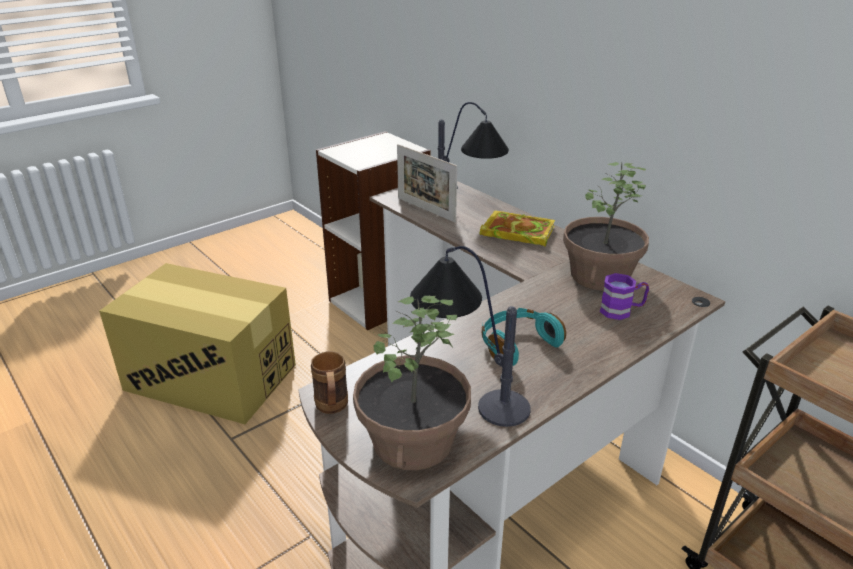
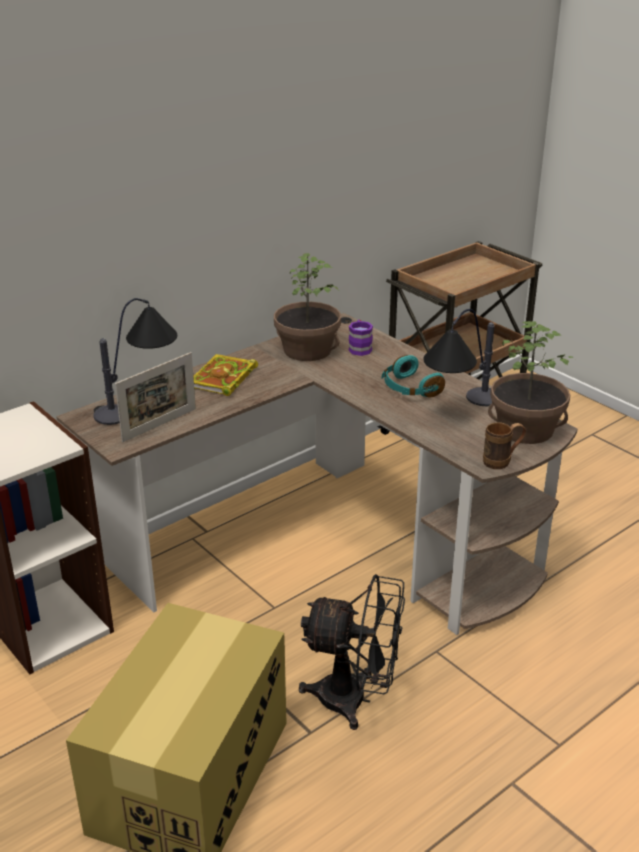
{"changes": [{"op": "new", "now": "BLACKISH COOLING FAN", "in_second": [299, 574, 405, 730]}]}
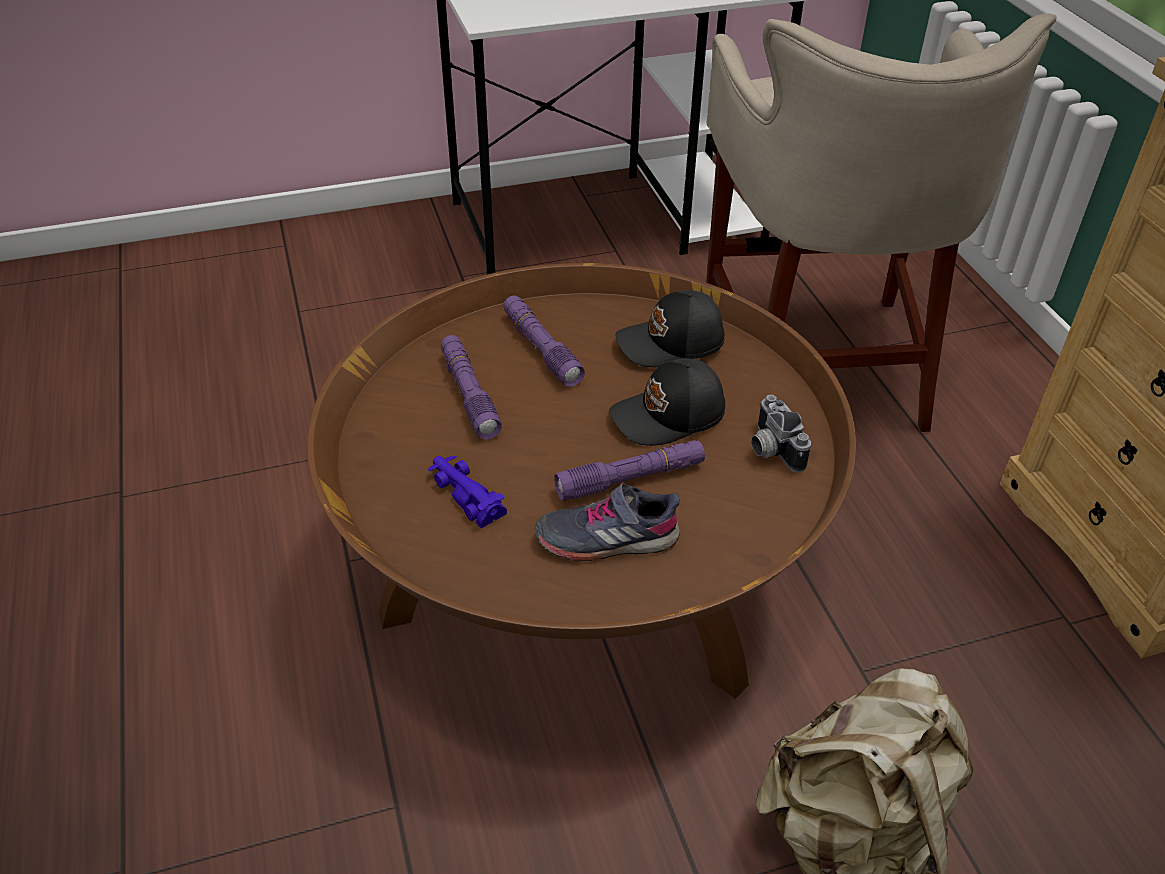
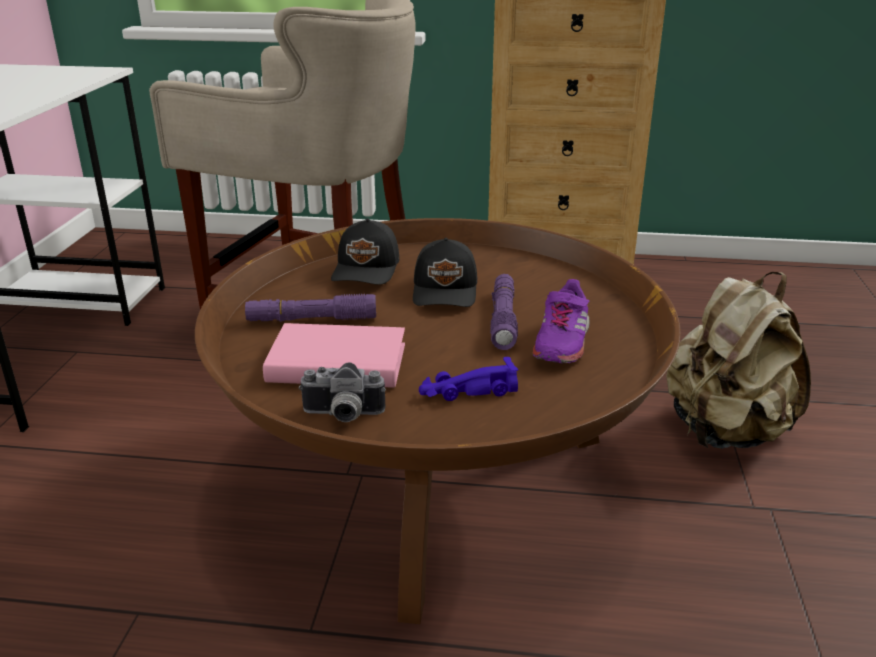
{"changes": [{"op": "swapped", "was": "PURPLE HAND TORCH", "now": "PINK BOUND BOOK", "in_first": [441, 335, 502, 439], "in_second": [263, 323, 405, 387]}, {"op": "shifted", "was": "STILL CAMERA", "in_first": [751, 394, 811, 473], "in_second": [299, 362, 386, 422]}, {"op": "repainted", "was": "GRAY ITEM OF FOOTWEAR", "now": "PURPLE ITEM OF FOOTWEAR", "in_first": [535, 483, 680, 561], "in_second": [532, 279, 590, 363]}]}
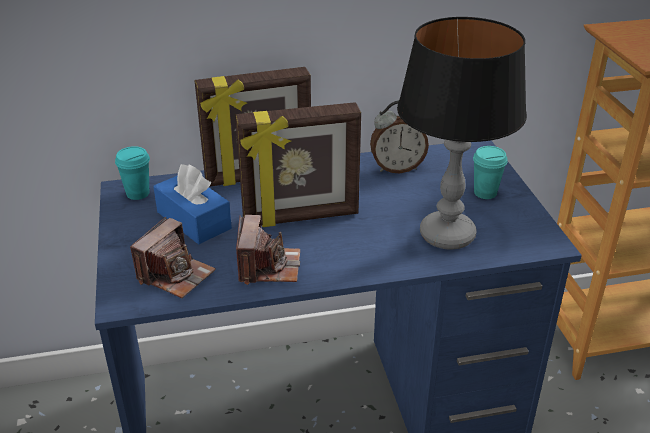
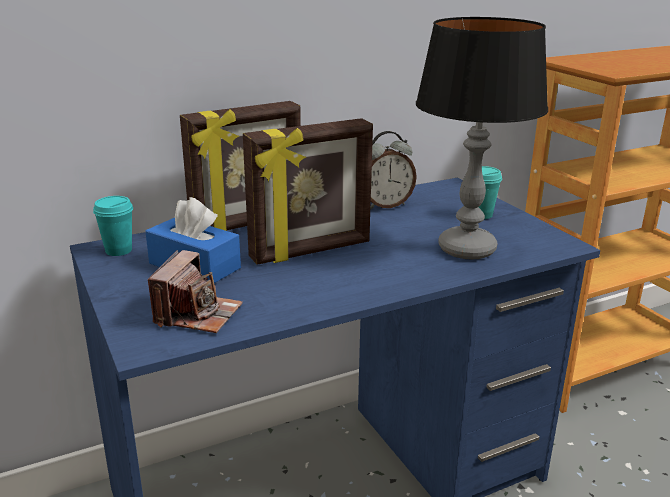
{"changes": [{"op": "gone", "was": "STILL CAMERA", "in_first": [236, 215, 300, 285]}]}
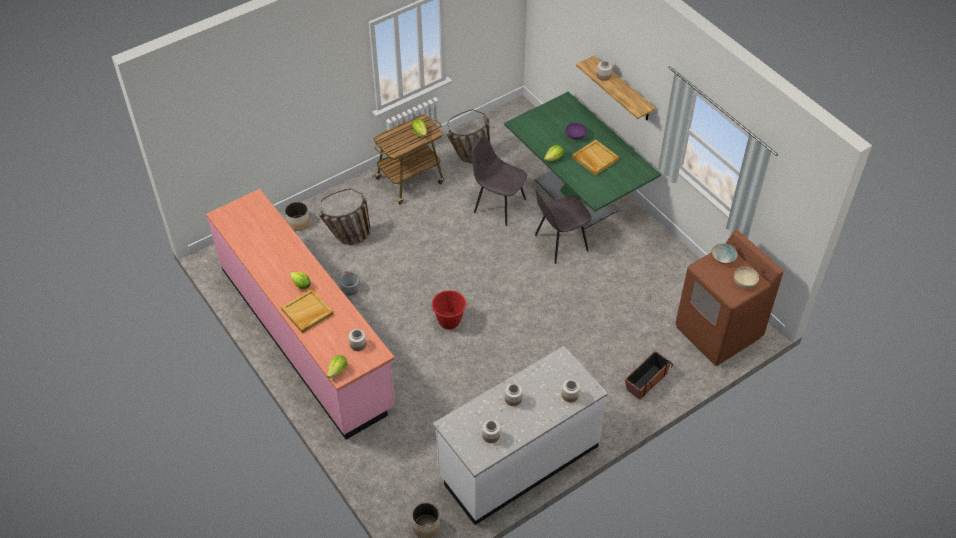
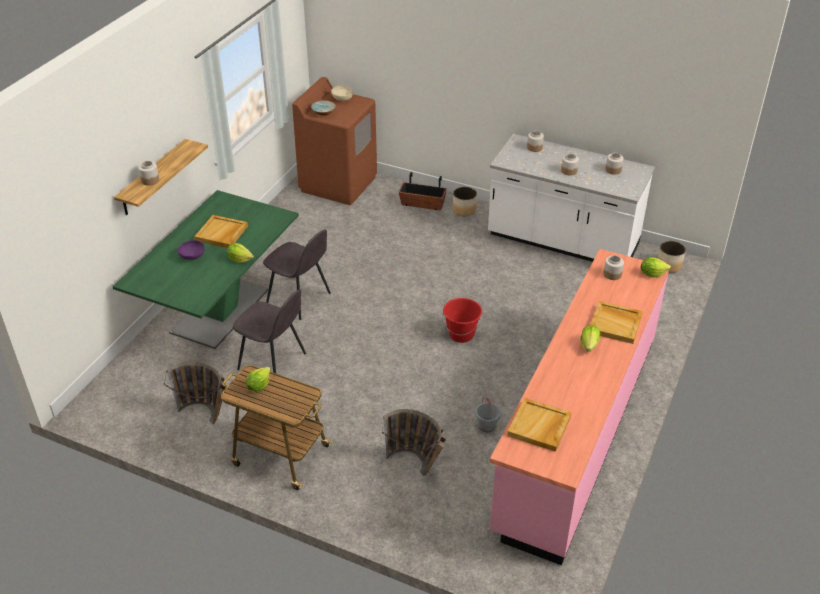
{"changes": [{"op": "rotated", "was": "GRAY UPRIGHT CHAIR", "in_first": [472, 135, 527, 226], "in_second": [233, 289, 306, 373], "clockwise": -60}, {"op": "shifted", "was": "PLANTER", "in_first": [285, 202, 310, 231], "in_second": [453, 187, 477, 216]}, {"op": "new", "now": "BEIGE SERVING TRAY", "in_second": [507, 398, 571, 452]}]}
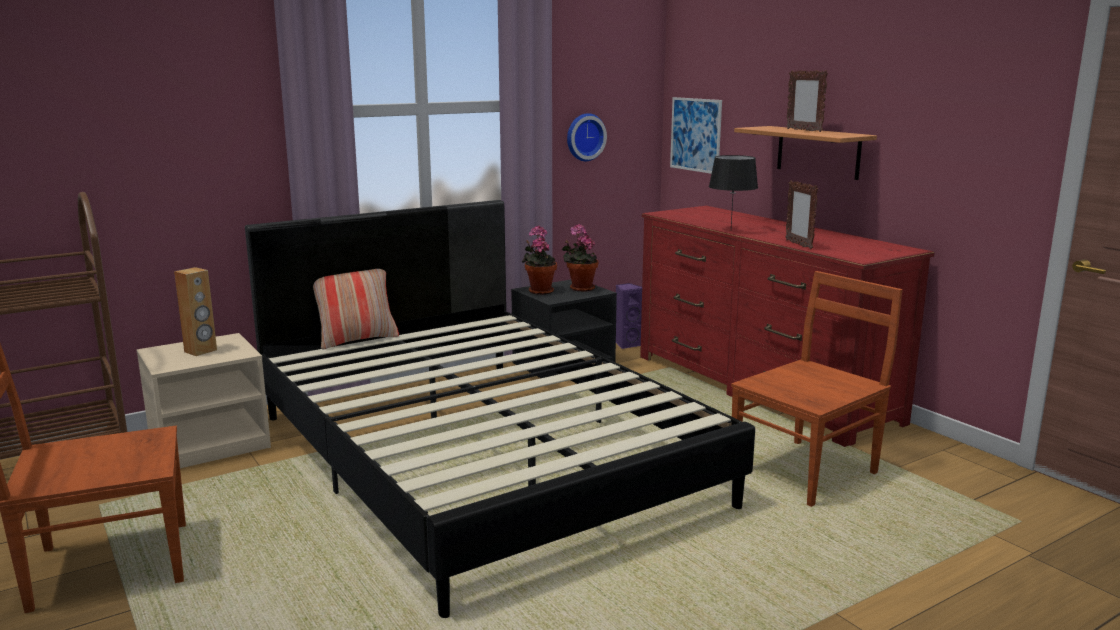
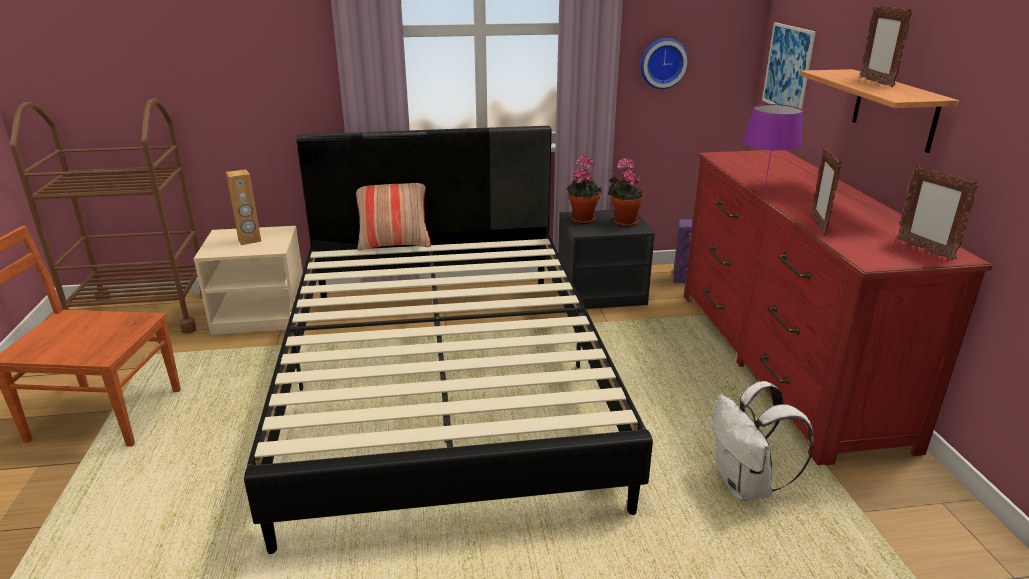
{"changes": [{"op": "swapped", "was": "BROWNISH UPRIGHT CHAIR", "now": "WHITE BACKPACK", "in_first": [731, 271, 903, 507], "in_second": [712, 381, 814, 501]}, {"op": "repainted", "was": "BLACKISH TABLETOP LAMP", "now": "PURPLE TABLETOP LAMP", "in_first": [709, 155, 758, 227], "in_second": [743, 104, 803, 191]}, {"op": "new", "now": "PICTURE FRAME", "in_second": [897, 166, 979, 261]}]}
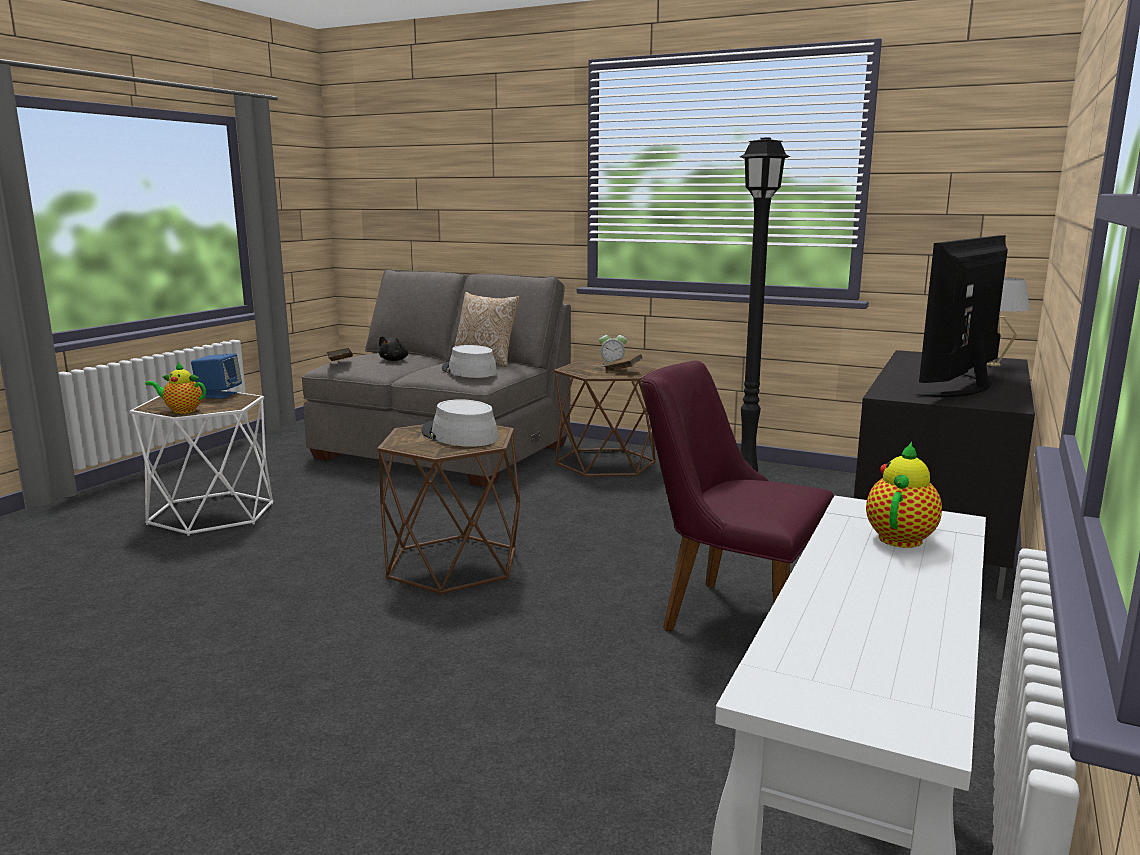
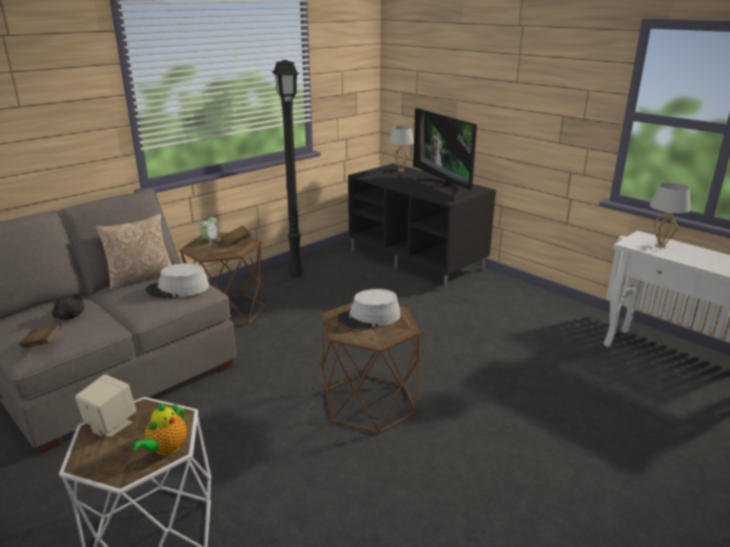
{"changes": [{"op": "repainted", "was": "BLUE LOUDSPEAKER", "now": "BEIGE LOUDSPEAKER", "in_first": [191, 353, 242, 399], "in_second": [75, 374, 136, 437]}, {"op": "swapped", "was": "TEA POT", "now": "WHITE TABLETOP LAMP", "in_first": [866, 442, 942, 548], "in_second": [649, 183, 691, 248]}, {"op": "gone", "was": "PURPLE UPRIGHT CHAIR", "in_first": [641, 361, 834, 631]}]}
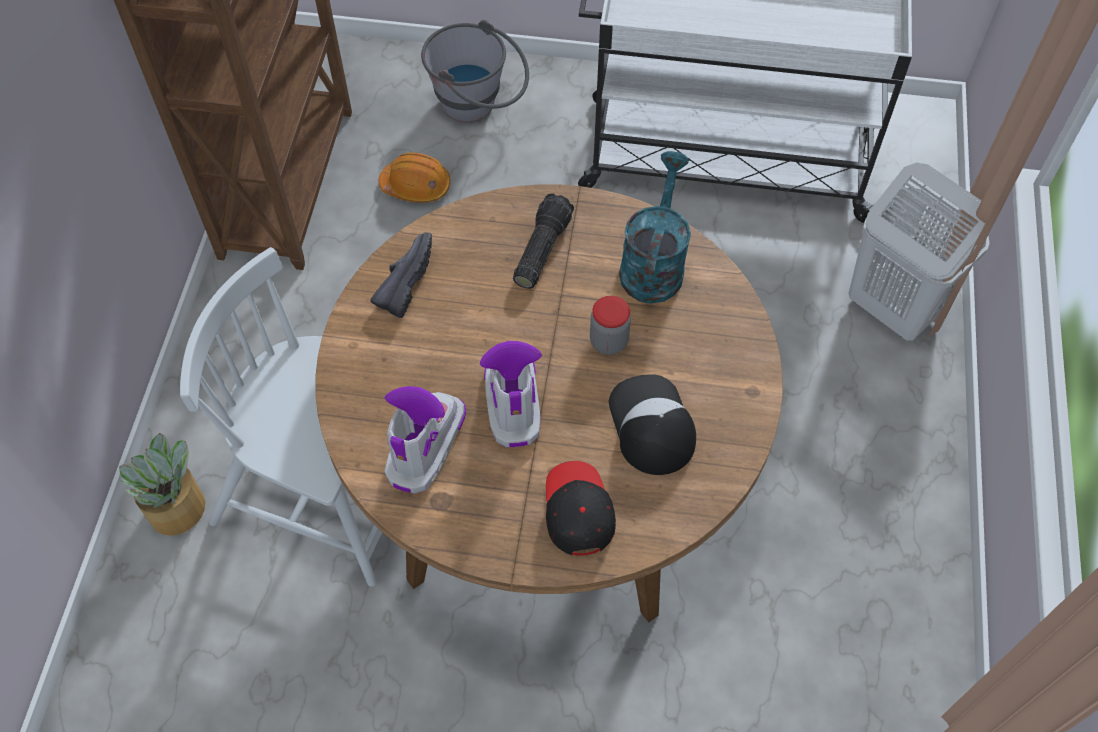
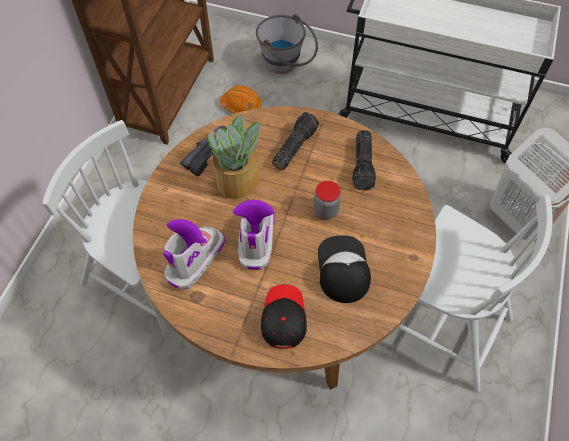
{"changes": [{"op": "shifted", "was": "PLANT IN A POT", "in_first": [119, 433, 205, 536], "in_second": [208, 114, 261, 199]}, {"op": "swapped", "was": "TURQUOISE SPRINKLING CAN", "now": "HAND TORCH", "in_first": [619, 151, 691, 304], "in_second": [352, 130, 376, 191]}, {"op": "new", "now": "WHITE UPRIGHT CHAIR", "in_second": [398, 195, 553, 392]}]}
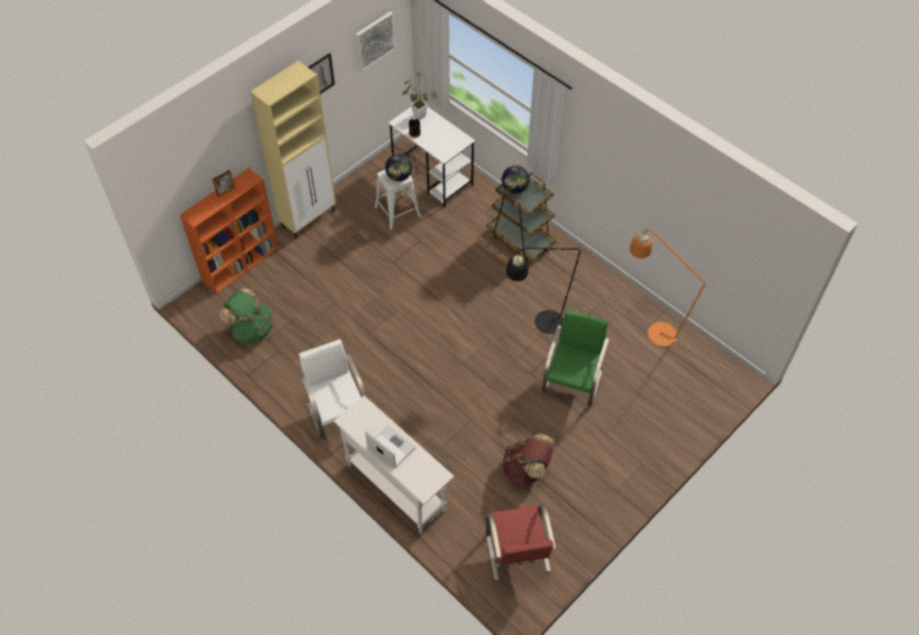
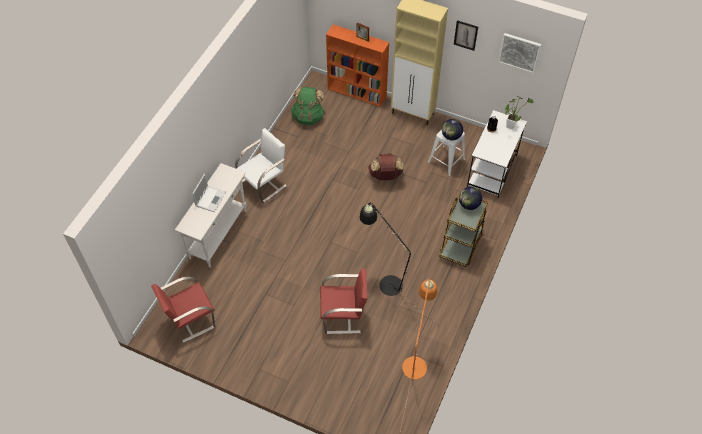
{"changes": [{"op": "repainted", "was": "GREEN-COLOURED UPRIGHT CHAIR", "now": "RED-COLOURED UPRIGHT CHAIR", "in_first": [542, 309, 609, 406], "in_second": [320, 268, 368, 334]}, {"op": "shifted", "was": "BROWNISH BACKPACK", "in_first": [502, 434, 553, 487], "in_second": [368, 153, 404, 180]}]}
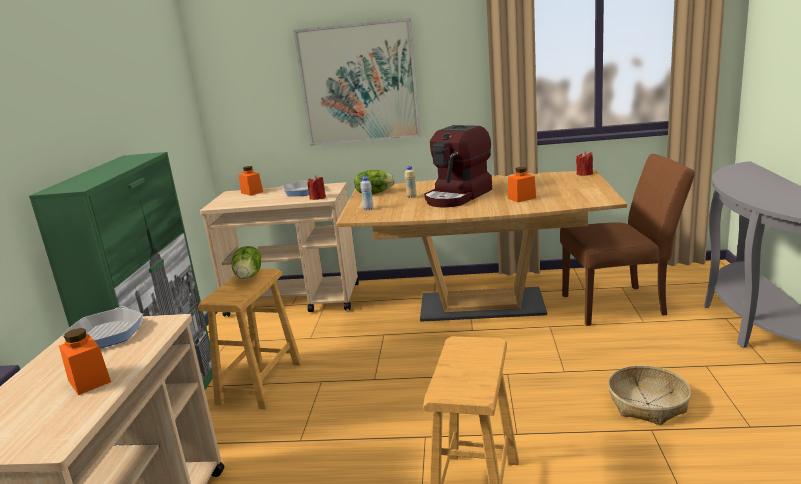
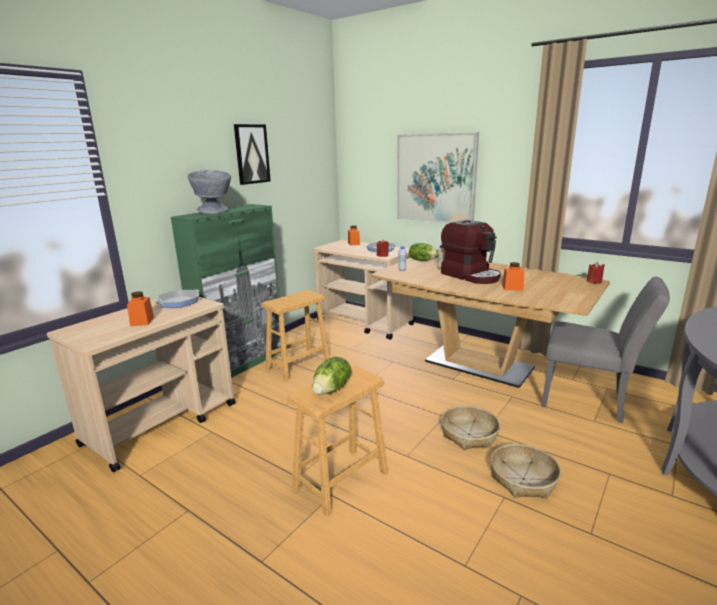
{"changes": [{"op": "new", "now": "GRAY BOWL", "in_second": [187, 170, 232, 214]}, {"op": "new", "now": "WALL ART", "in_second": [234, 124, 271, 185]}, {"op": "shifted", "was": "HEAD OF LETTUCE", "in_first": [231, 246, 261, 279], "in_second": [313, 357, 351, 395]}, {"op": "rotated", "was": "COFFEE MACHINE", "in_first": [424, 125, 492, 207], "in_second": [441, 220, 501, 284], "clockwise": -105}, {"op": "new", "now": "STORAGE BASKET", "in_second": [441, 406, 500, 450]}, {"op": "repainted", "was": "BROWNISH UPRIGHT CHAIR", "now": "GRAY UPRIGHT CHAIR", "in_first": [560, 154, 695, 326], "in_second": [542, 277, 670, 423]}]}
